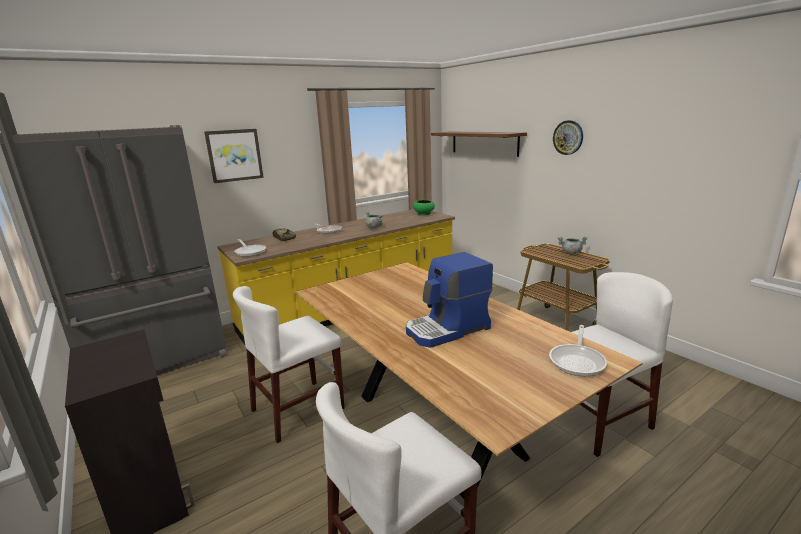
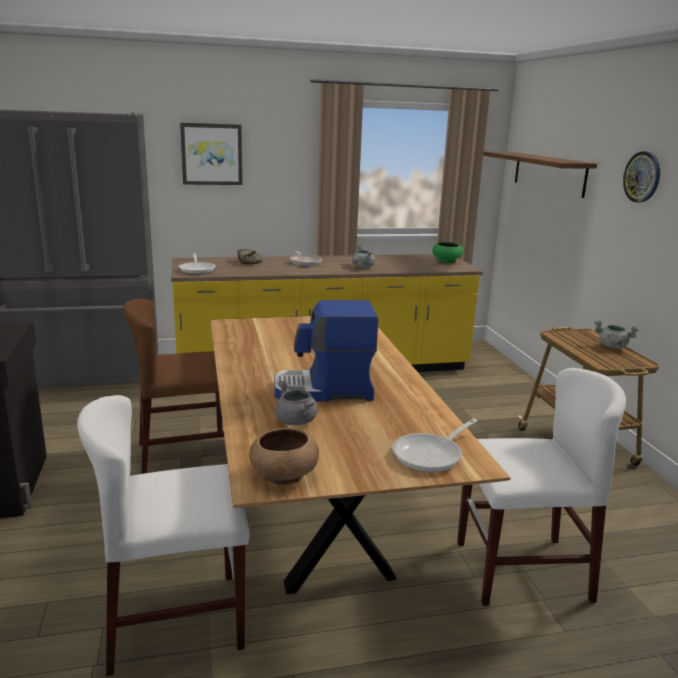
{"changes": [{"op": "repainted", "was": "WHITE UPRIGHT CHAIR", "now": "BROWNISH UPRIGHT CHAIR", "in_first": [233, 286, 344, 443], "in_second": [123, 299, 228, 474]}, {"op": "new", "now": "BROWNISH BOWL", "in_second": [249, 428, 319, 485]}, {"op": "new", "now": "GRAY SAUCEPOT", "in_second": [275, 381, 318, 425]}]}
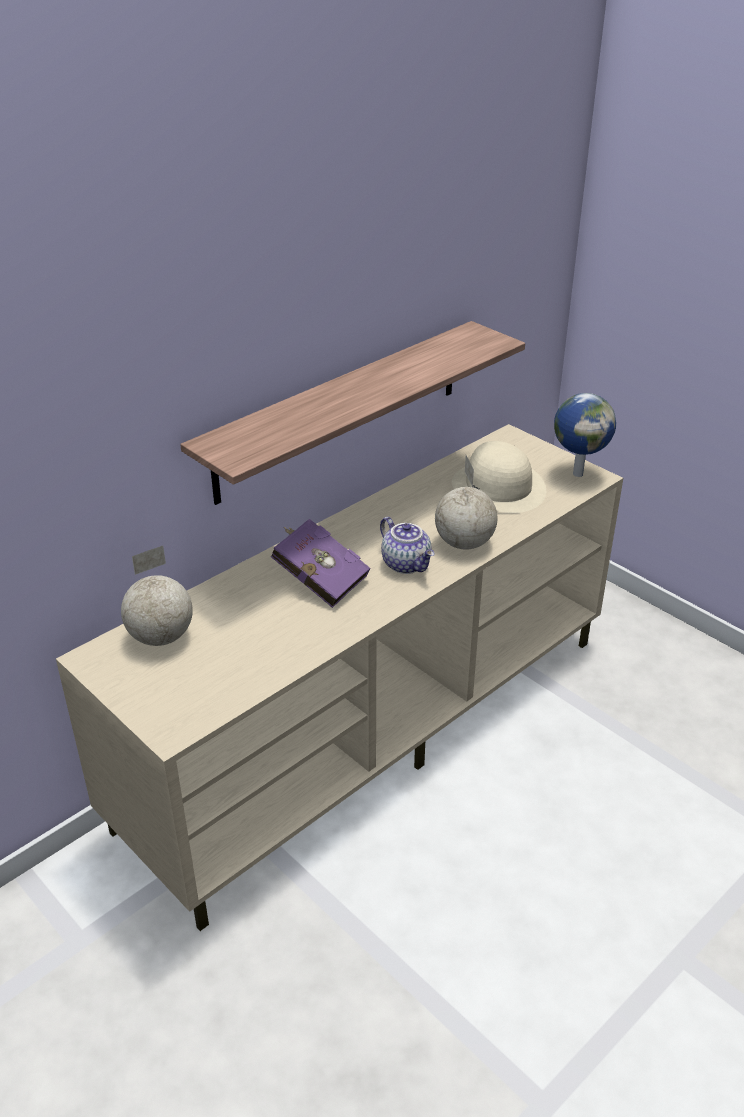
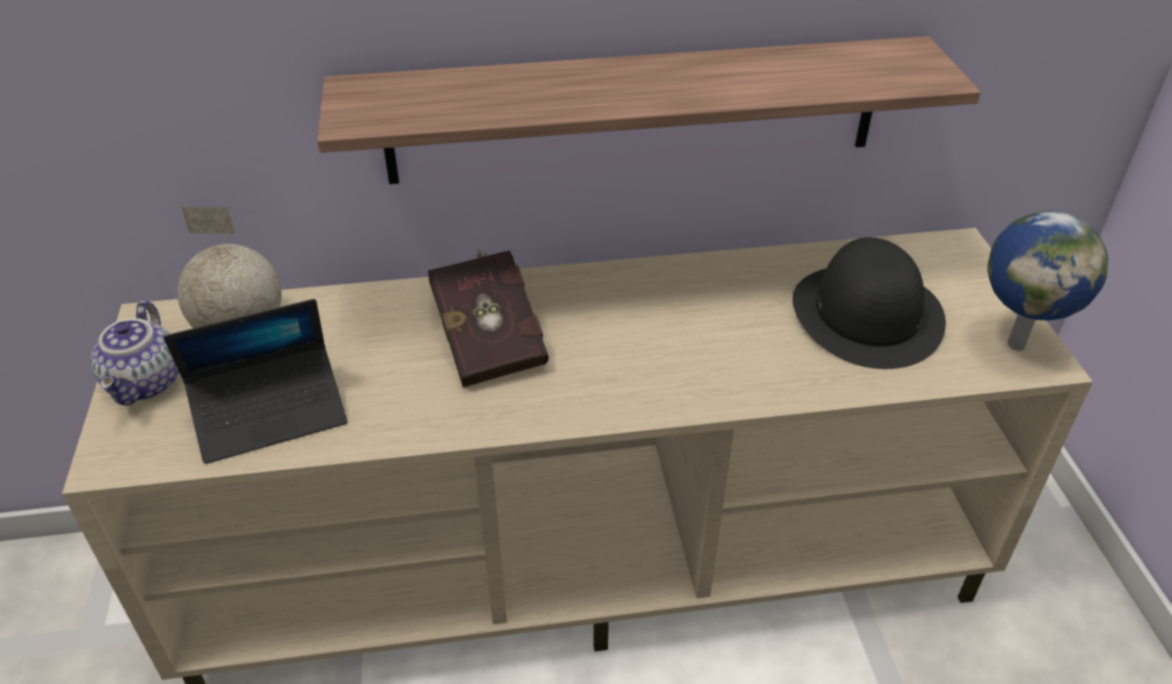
{"changes": [{"op": "shifted", "was": "TEA POT", "in_first": [380, 517, 434, 574], "in_second": [91, 301, 179, 405]}, {"op": "new", "now": "NOTEBOOK COMPUTER", "in_second": [164, 299, 348, 464]}, {"op": "repainted", "was": "PURPLE BOUND BOOK", "now": "RED-COLOURED BOUND BOOK", "in_first": [271, 519, 370, 608], "in_second": [428, 249, 549, 387]}, {"op": "repainted", "was": "BEIGE WEARABLE HAT", "now": "BLACKISH WEARABLE HAT", "in_first": [452, 441, 546, 513], "in_second": [793, 237, 946, 369]}, {"op": "gone", "was": "DESK GLOBE", "in_first": [435, 455, 498, 550]}]}
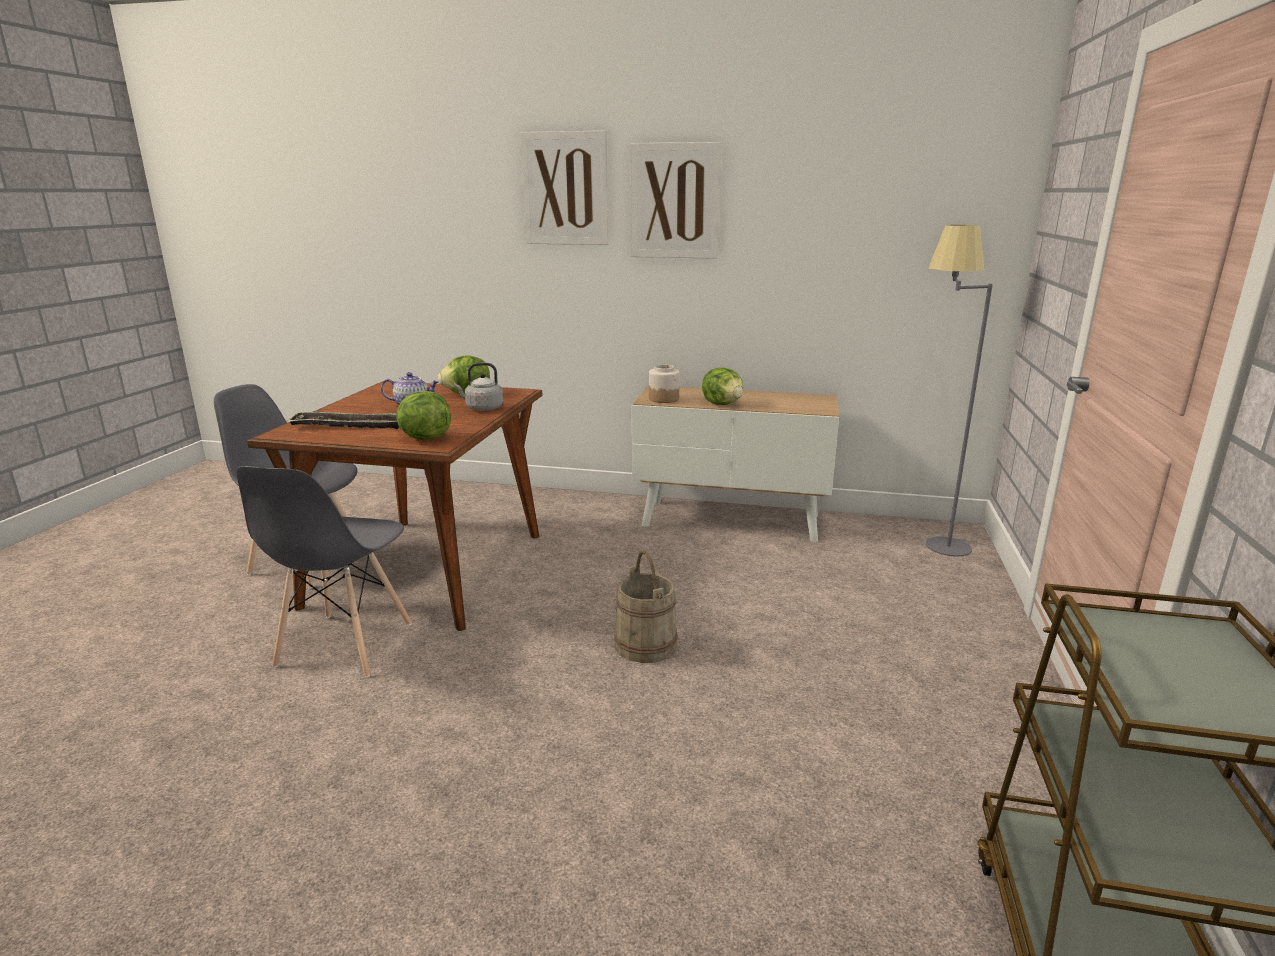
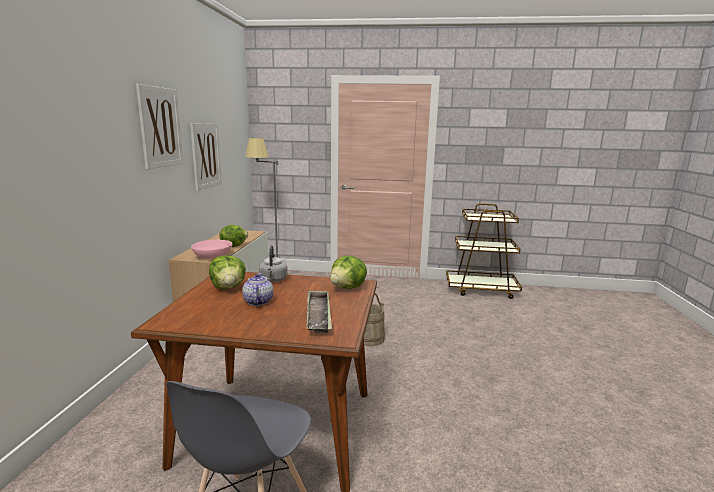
{"changes": [{"op": "shifted", "was": "WALL ART", "in_first": [520, 131, 608, 245], "in_second": [190, 123, 222, 191]}, {"op": "swapped", "was": "STORAGE JAR", "now": "PINK BOWL", "in_first": [649, 365, 680, 403], "in_second": [191, 239, 232, 259]}, {"op": "gone", "was": "GRAY UPRIGHT CHAIR", "in_first": [236, 466, 412, 678]}]}
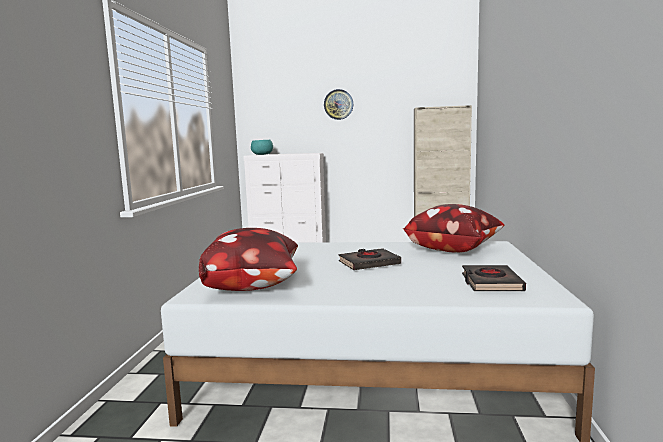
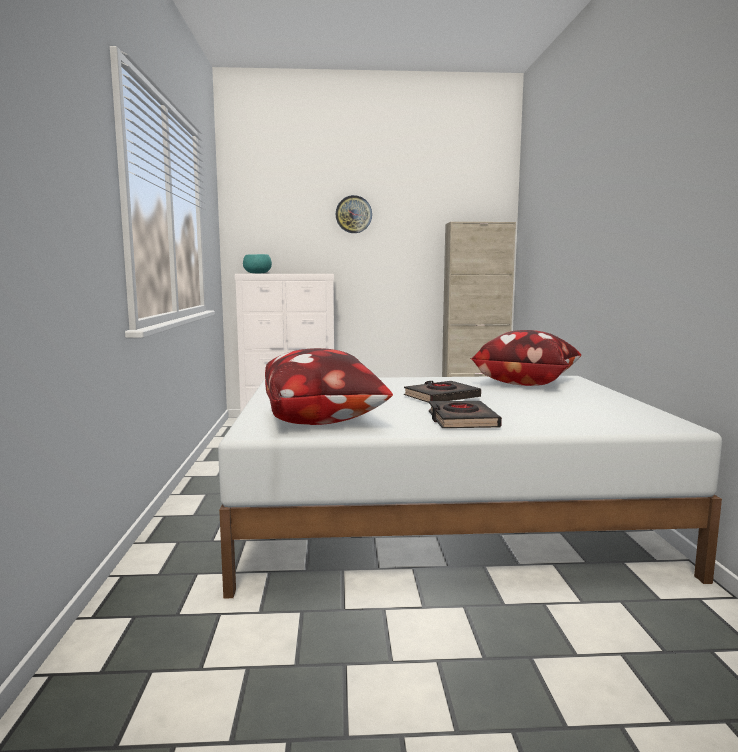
{"changes": [{"op": "shifted", "was": "BLACKISH BOUND BOOK", "in_first": [462, 265, 526, 291], "in_second": [429, 401, 502, 428]}]}
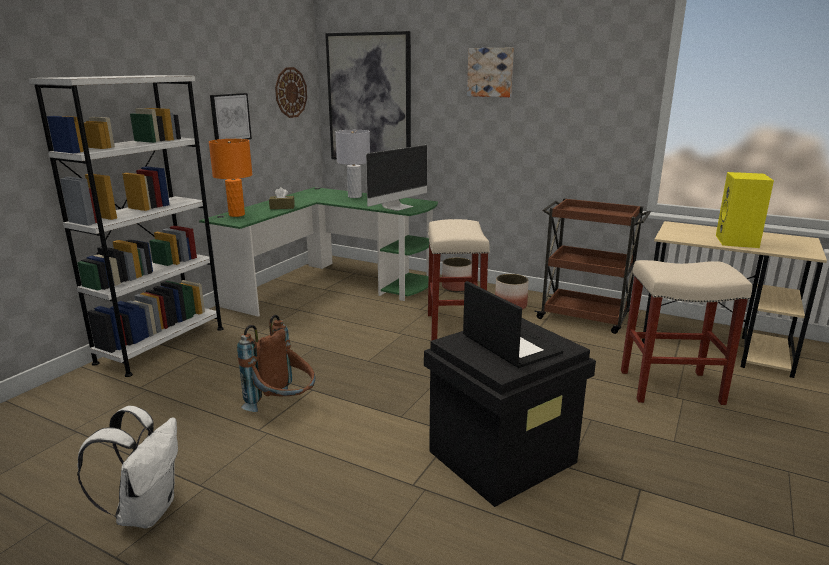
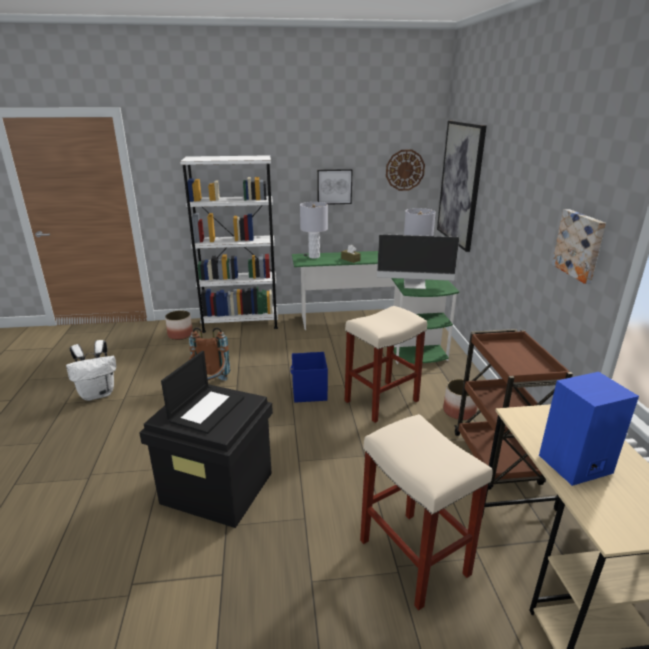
{"changes": [{"op": "shifted", "was": "PLANTER", "in_first": [442, 258, 472, 292], "in_second": [165, 310, 193, 340]}, {"op": "new", "now": "BLUE STORAGE CONTAINER", "in_second": [290, 352, 328, 403]}, {"op": "repainted", "was": "ORANGE-COLOURED TABLETOP LAMP", "now": "GRAY TABLETOP LAMP", "in_first": [209, 139, 253, 217], "in_second": [300, 202, 328, 259]}, {"op": "repainted", "was": "YELLOW-COLOURED LOUDSPEAKER", "now": "BLUE LOUDSPEAKER", "in_first": [716, 172, 774, 248], "in_second": [539, 372, 639, 486]}, {"op": "shifted", "was": "WALL ART", "in_first": [467, 48, 514, 97], "in_second": [552, 209, 606, 284]}]}
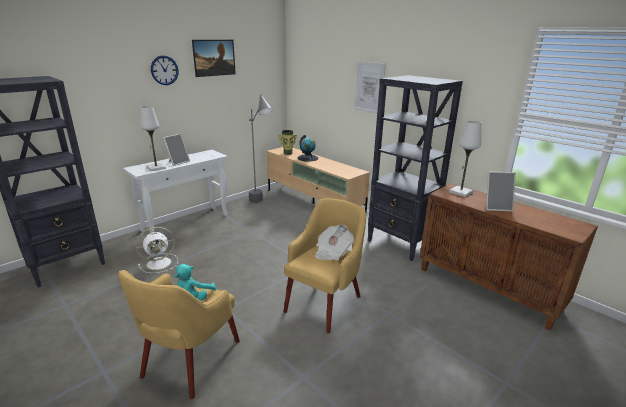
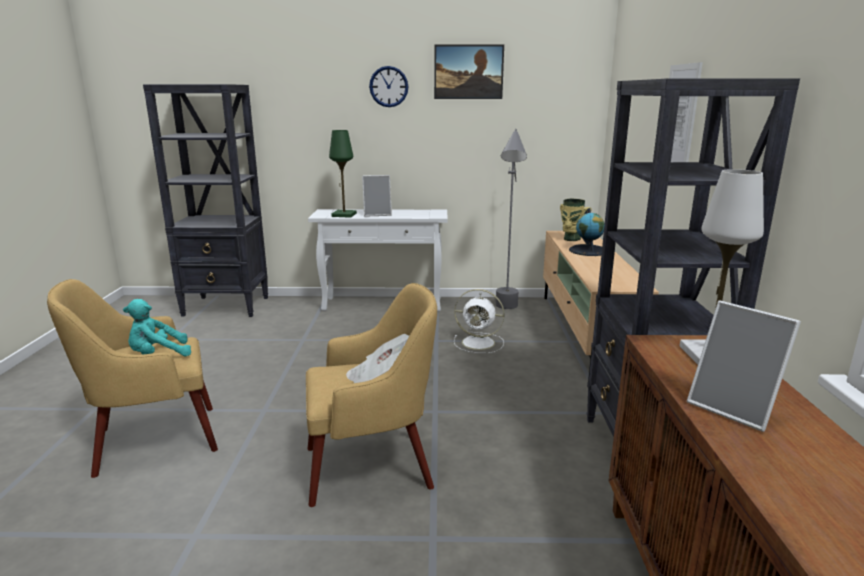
{"changes": [{"op": "repainted", "was": "WHITE TABLETOP LAMP", "now": "GREEN-COLOURED TABLETOP LAMP", "in_first": [140, 106, 166, 171], "in_second": [329, 130, 357, 218]}, {"op": "shifted", "was": "WHITE COOLING FAN", "in_first": [136, 227, 178, 273], "in_second": [454, 289, 505, 353]}]}
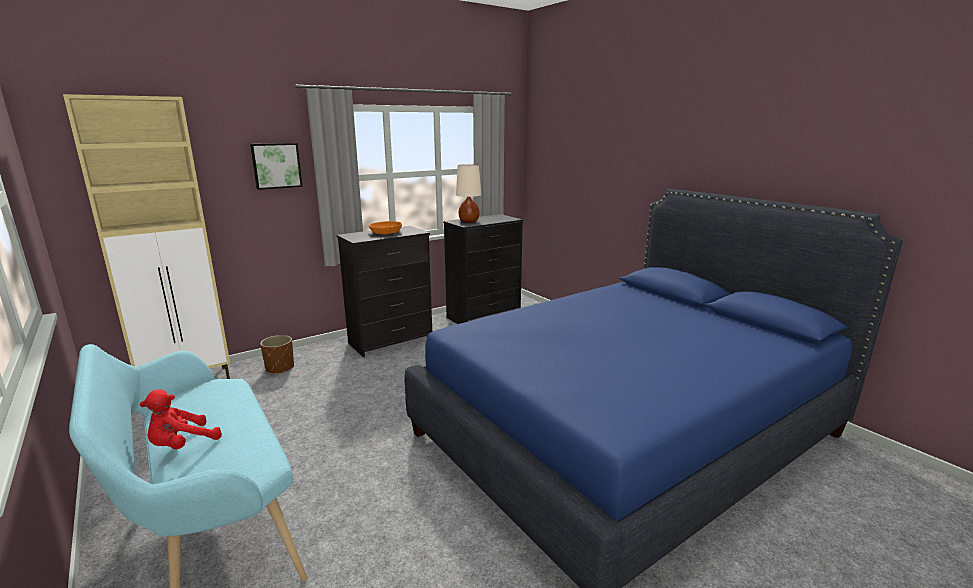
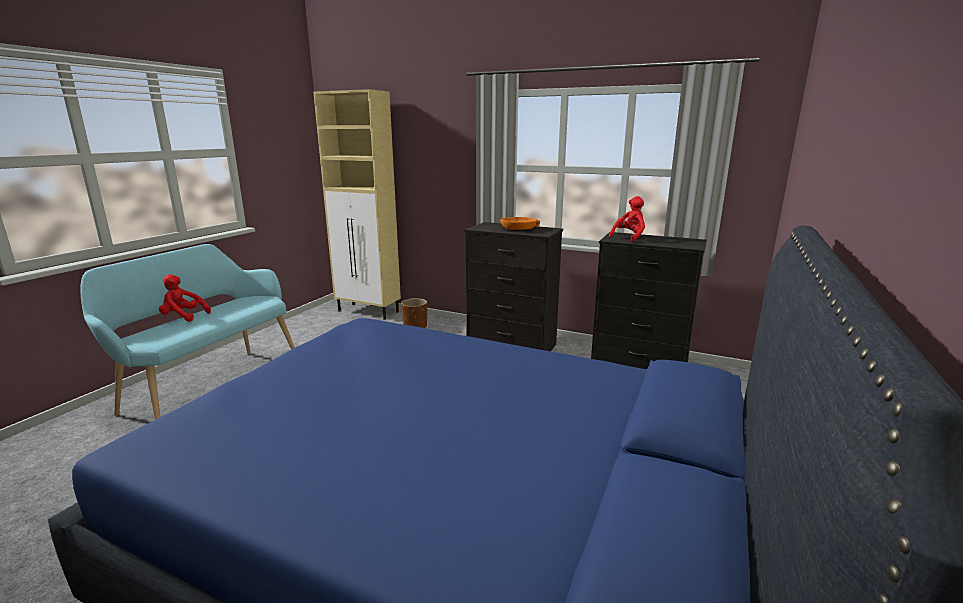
{"changes": [{"op": "swapped", "was": "BEIGE TABLETOP LAMP", "now": "RED-COLOURED CUDDLY TOY", "in_first": [456, 164, 481, 223], "in_second": [609, 196, 645, 243]}, {"op": "gone", "was": "WALL ART", "in_first": [250, 143, 302, 190]}]}
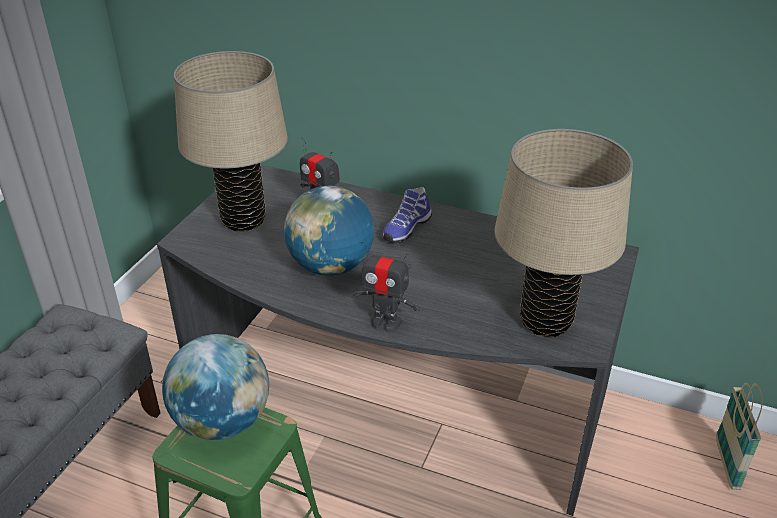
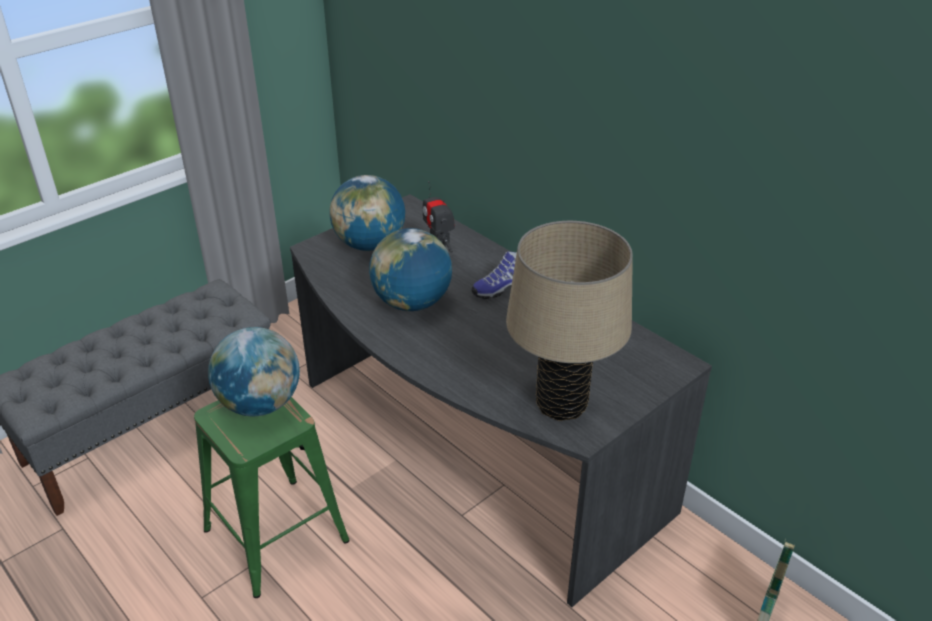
{"changes": [{"op": "swapped", "was": "BEIGE TABLETOP LAMP", "now": "DESK GLOBE", "in_first": [174, 51, 288, 231], "in_second": [329, 175, 405, 251]}, {"op": "gone", "was": "ROBOT FIGURE", "in_first": [353, 241, 420, 332]}]}
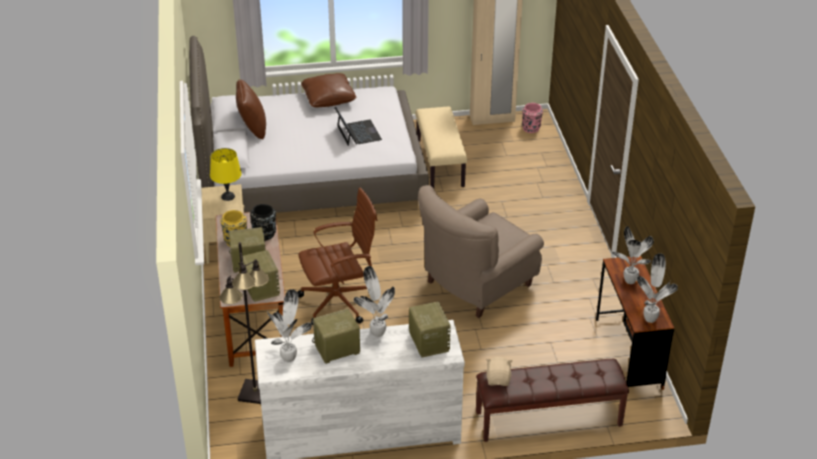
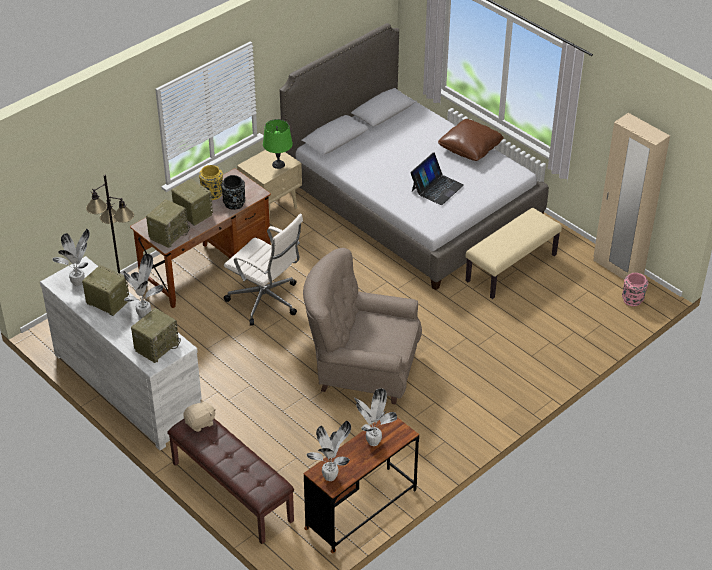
{"changes": [{"op": "repainted", "was": "BROWNISH OFFICE CHAIR", "now": "WHITE OFFICE CHAIR", "in_first": [297, 187, 377, 325], "in_second": [224, 214, 303, 325]}, {"op": "repainted", "was": "YELLOW-COLOURED TABLETOP LAMP", "now": "GREEN-COLOURED TABLETOP LAMP", "in_first": [210, 148, 242, 201], "in_second": [263, 119, 293, 169]}, {"op": "gone", "was": "BROWNISH THROW PILLOW", "in_first": [236, 79, 266, 140]}]}
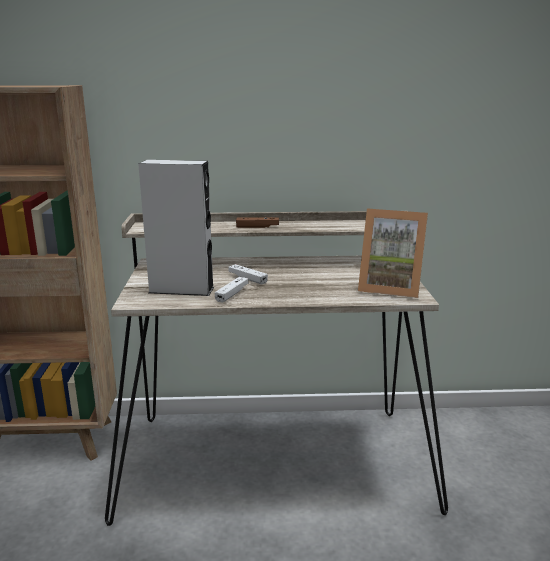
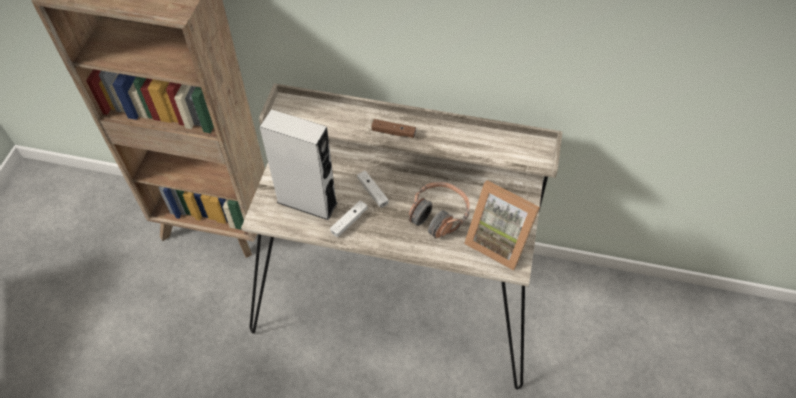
{"changes": [{"op": "new", "now": "HEADSET", "in_second": [409, 182, 470, 238]}]}
